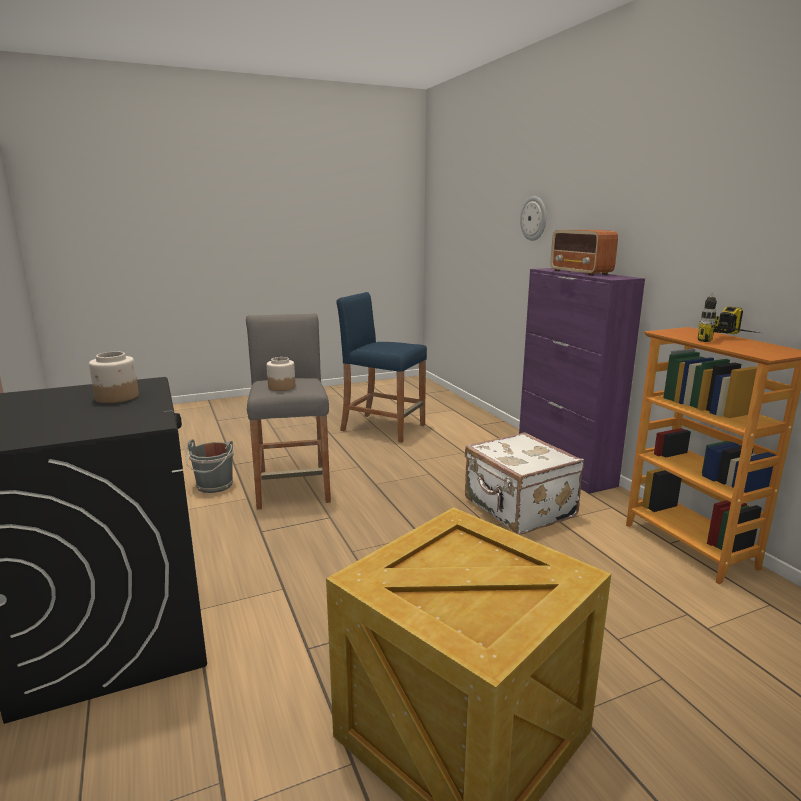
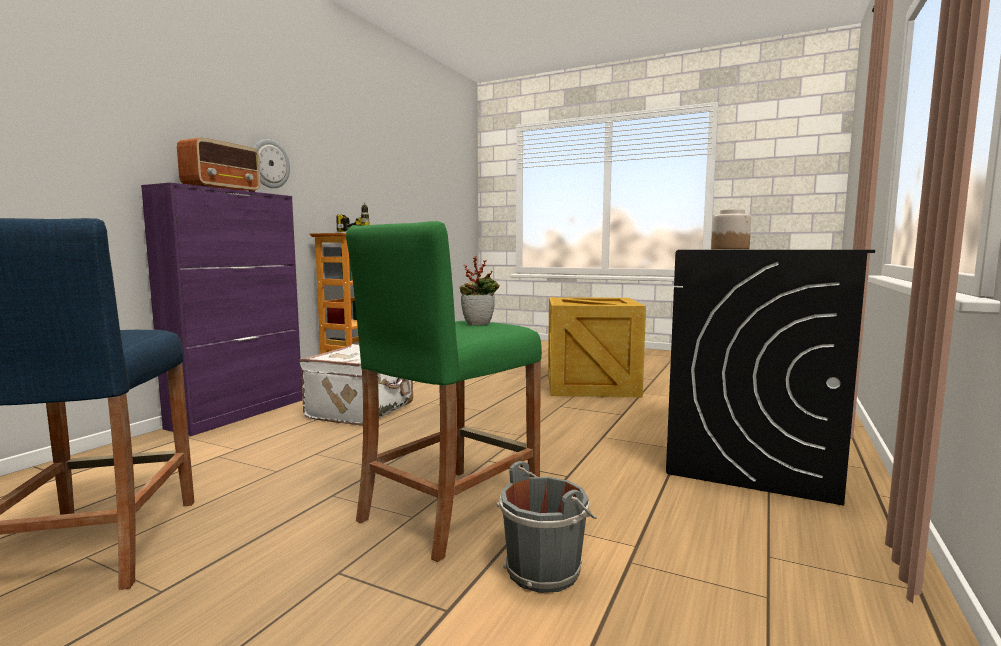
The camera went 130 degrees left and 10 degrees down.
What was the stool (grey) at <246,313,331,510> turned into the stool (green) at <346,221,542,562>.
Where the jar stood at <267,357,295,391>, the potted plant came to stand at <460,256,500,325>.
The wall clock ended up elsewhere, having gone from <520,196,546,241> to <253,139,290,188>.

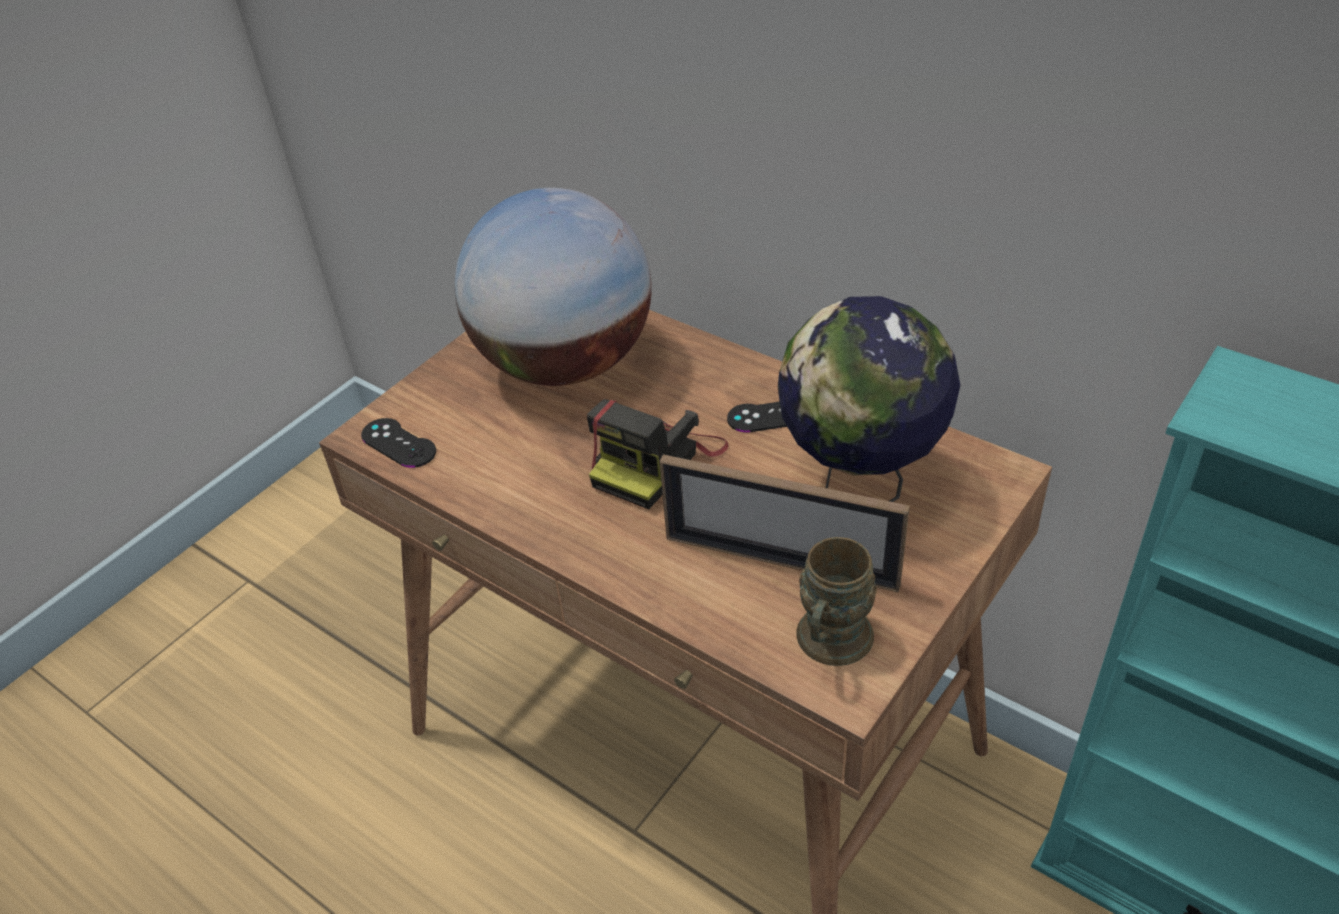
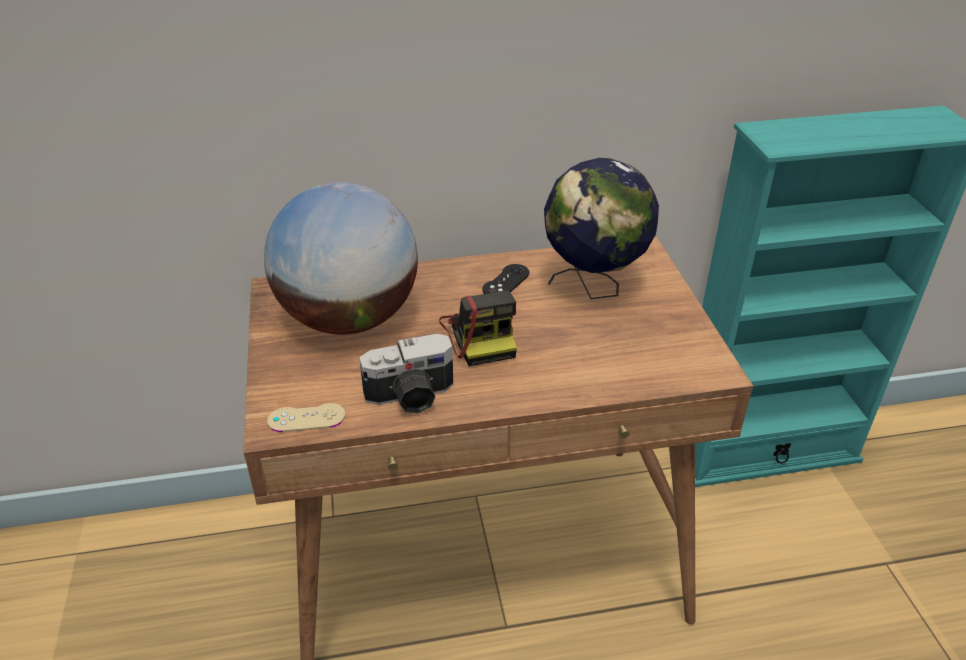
The camera went 50 degrees left and 5 degrees down.
What was the game controller (black) at <361,418,436,468> turned into the game controller (beige) at <267,403,345,432>.
The second view lost the picture frame at <660,454,910,593>.
The second view lost the mug (brown) at <796,537,877,666>.
The second view gained the photo camera at <359,333,453,414>.

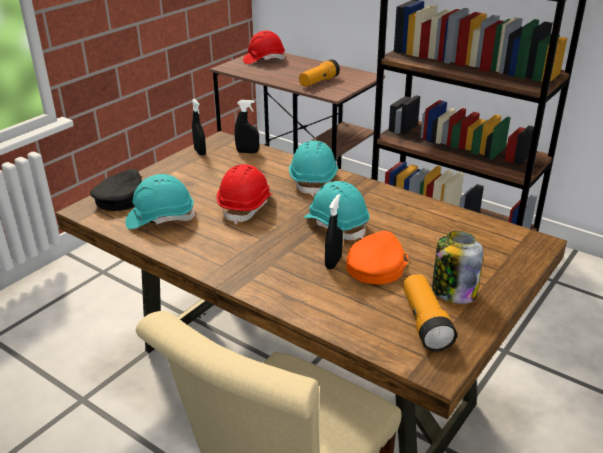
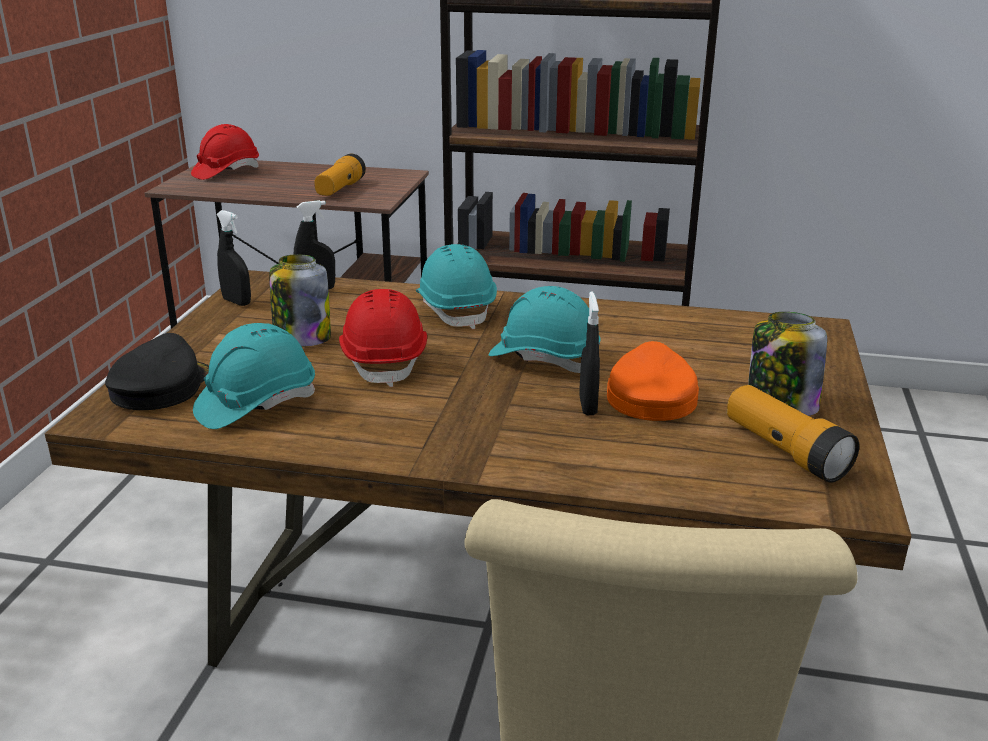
The camera went 25 degrees left and 5 degrees down.
The second view gained the jar at <269,254,331,347>.

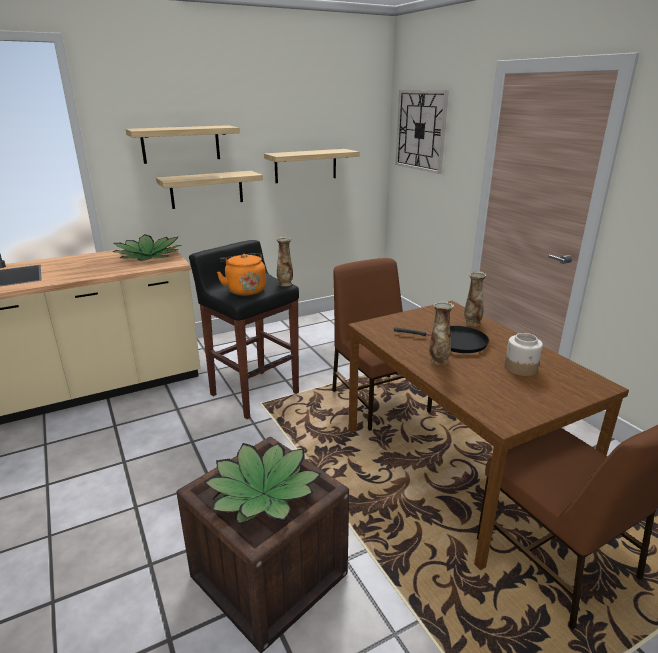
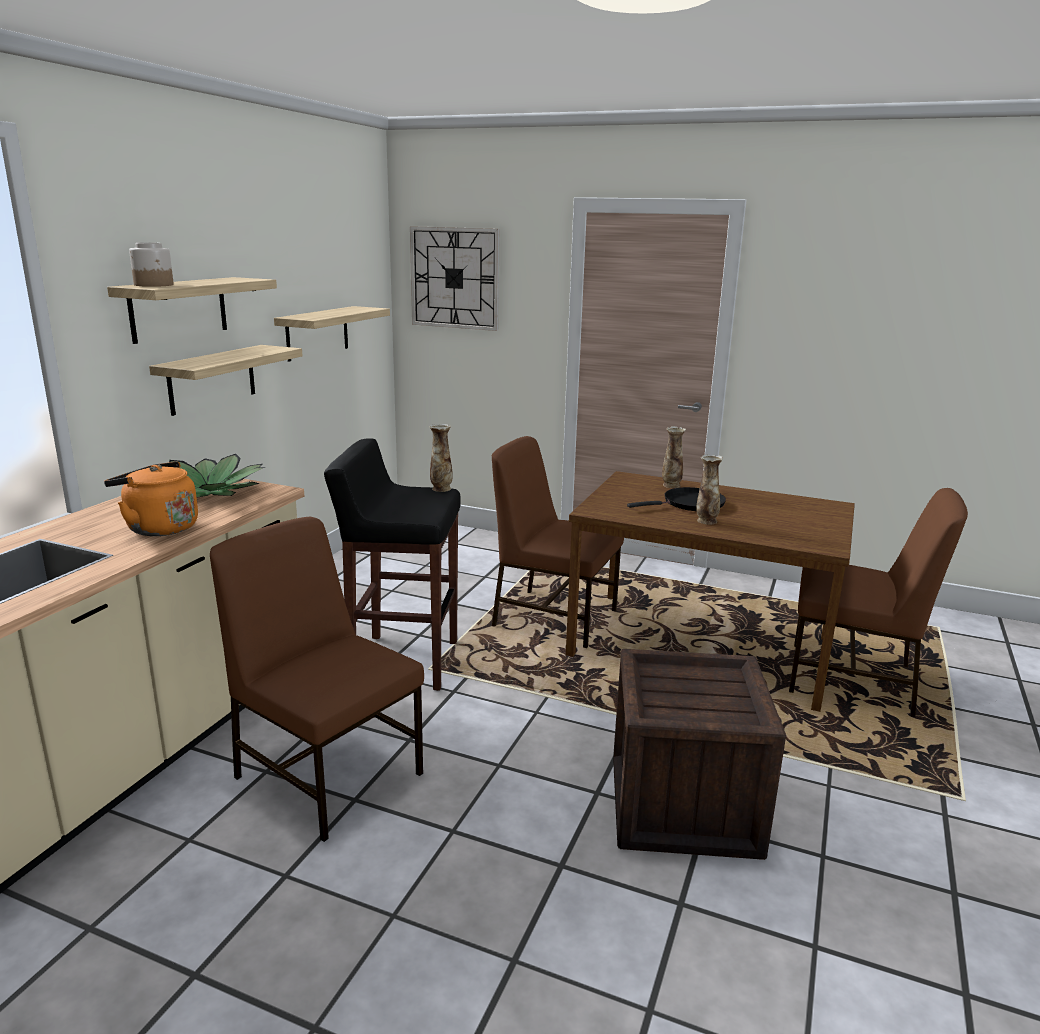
The camera went 40 degrees left and 5 degrees down.
The second view lost the potted plant at <204,442,321,524>.
The kettle (orange) ended up elsewhere, having gone from <217,253,266,296> to <104,462,198,536>.
The jar ended up elsewhere, having gone from <505,333,543,376> to <129,242,174,287>.
The second view gained the chair (brown) at <210,517,424,842>.

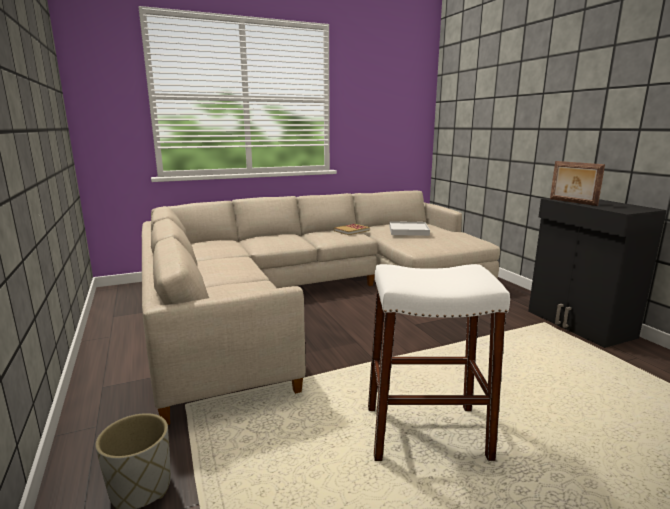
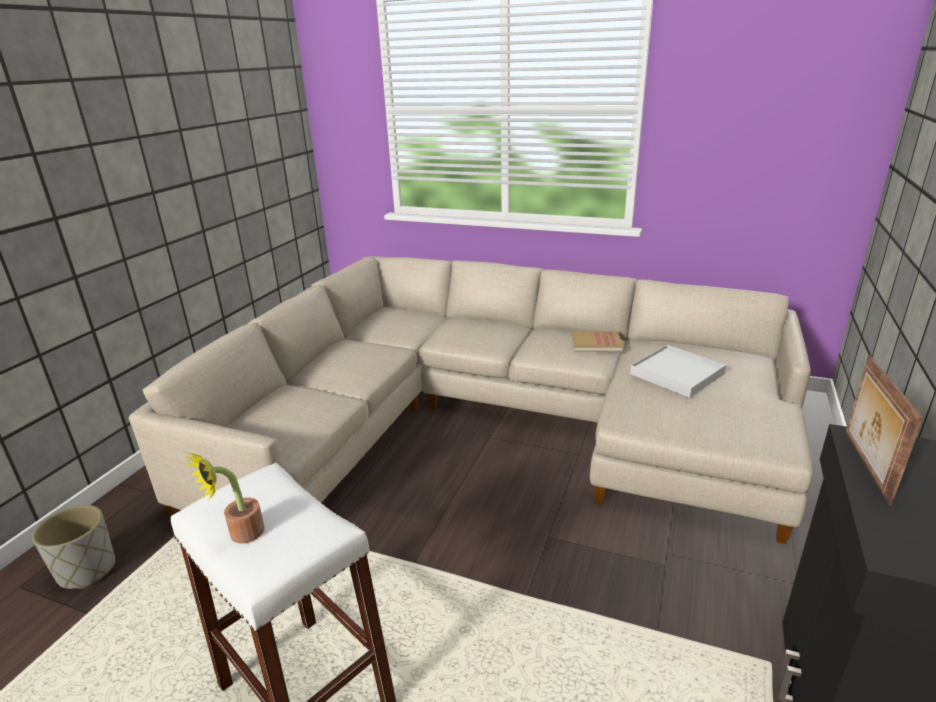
The camera went 45 degrees right and 10 degrees up.
The second view gained the potted plant at <184,452,264,543>.

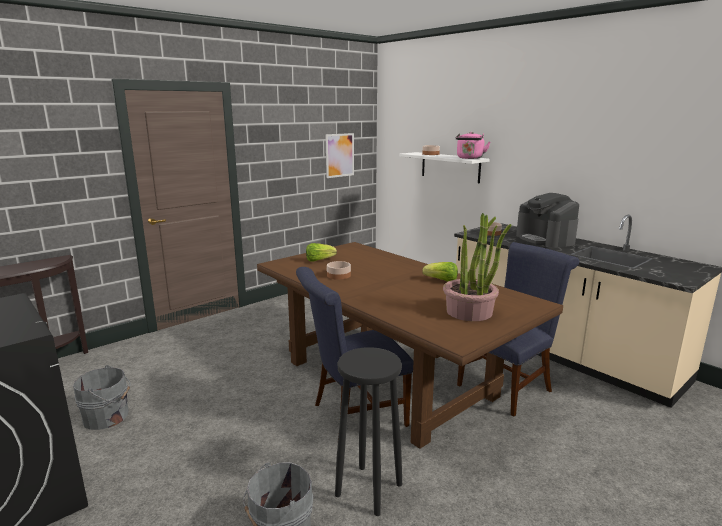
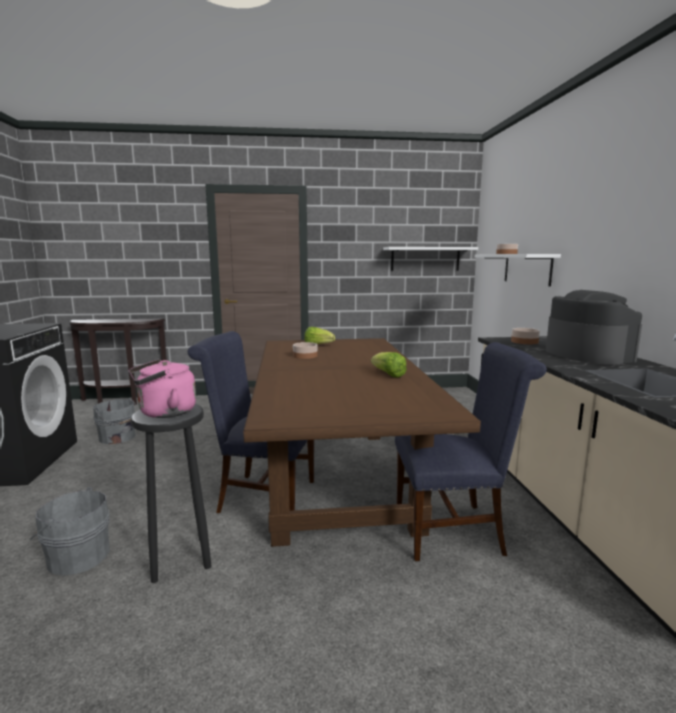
The camera went 35 degrees right and 5 degrees down.
Where the picture hung at <325,133,354,178>, the shelf (white) came to hang at <383,247,478,271>.
The second view lost the potted plant at <443,213,511,321>.
The kettle (pink) ended up elsewhere, having gone from <456,132,490,159> to <129,359,196,418>.
The coffee machine at <516,193,579,248> ended up facing another way, 150 degrees clockwise from before.

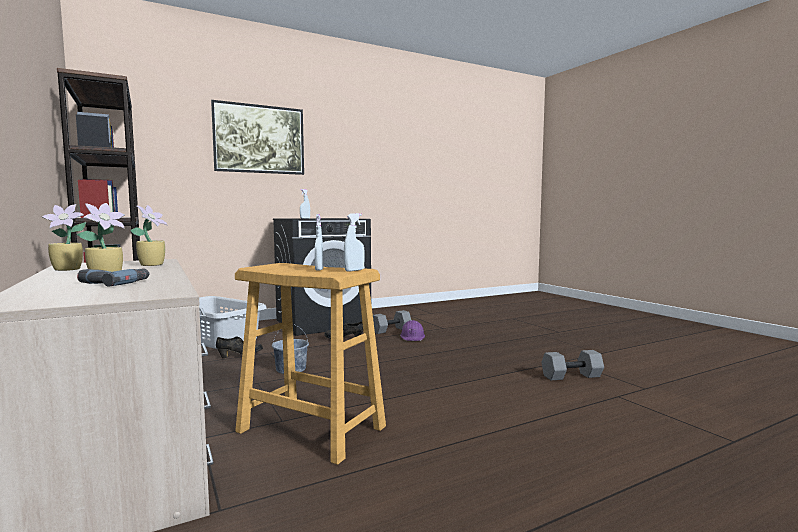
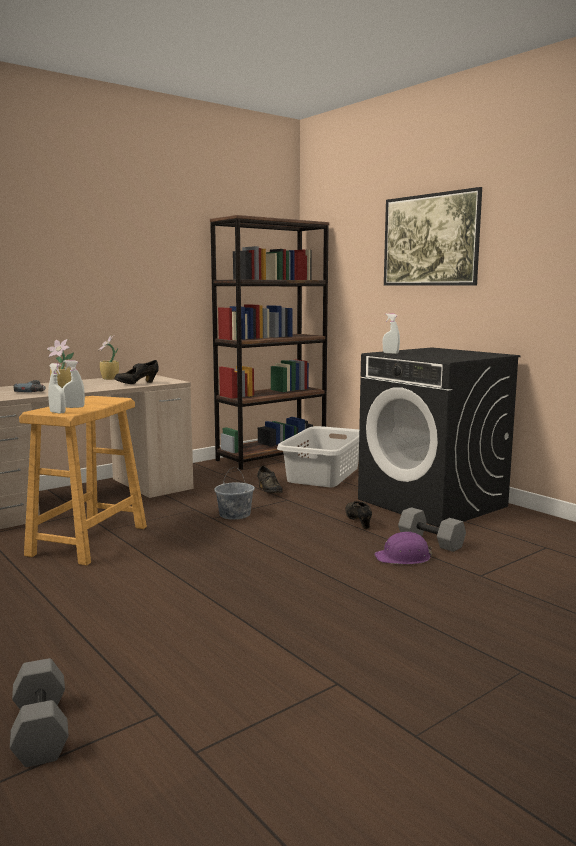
The camera went 80 degrees right and 5 degrees up.
Where the potted plant stood at <130,205,168,266>, the shoe (black) came to stand at <114,360,159,384>.
The dumbbell (grey) ended up elsewhere, having gone from <541,350,604,380> to <10,658,69,767>.

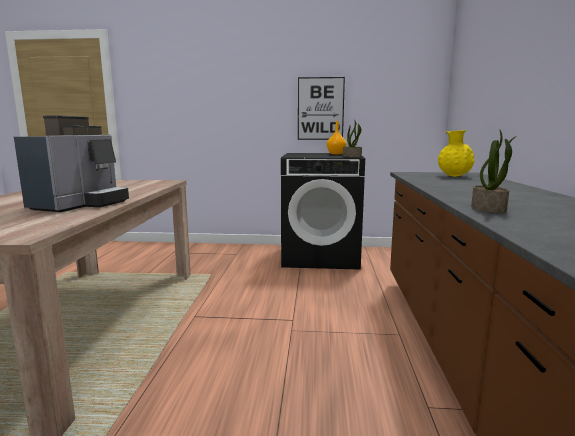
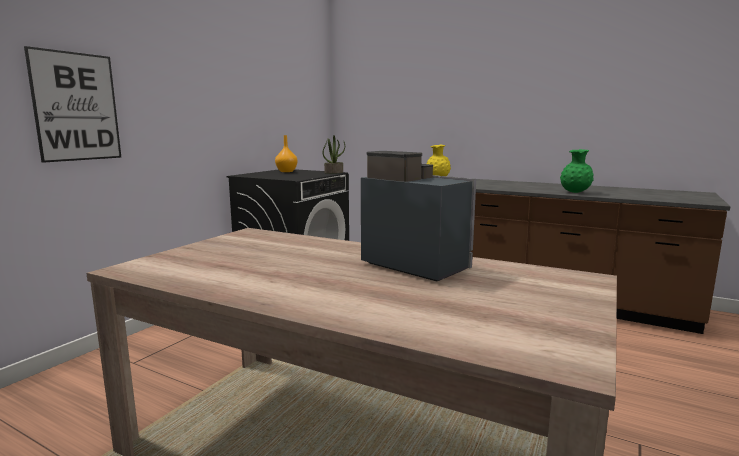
The camera went 65 degrees left and 0 degrees up.
The picture ended up elsewhere, having gone from <298,77,345,140> to <24,46,121,163>.
Where the potted plant stood at <471,130,516,213>, the vase (green) came to stand at <560,149,594,193>.

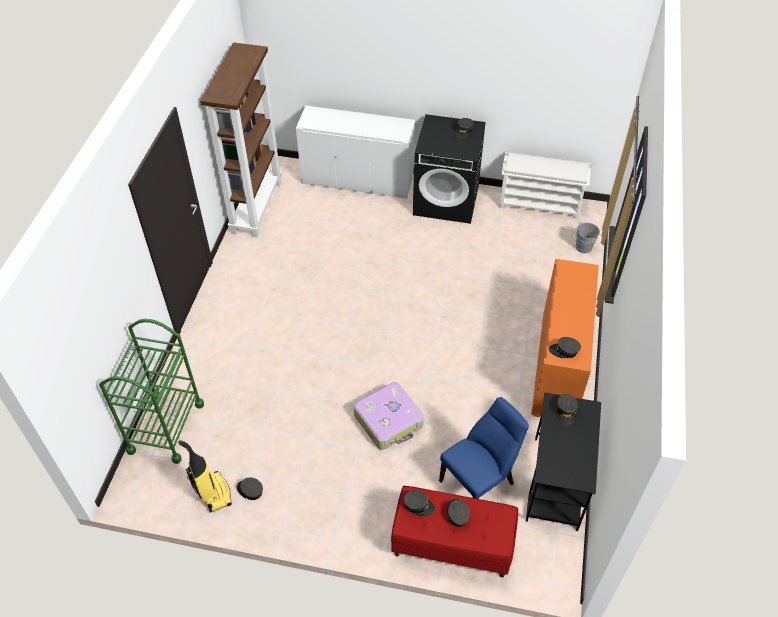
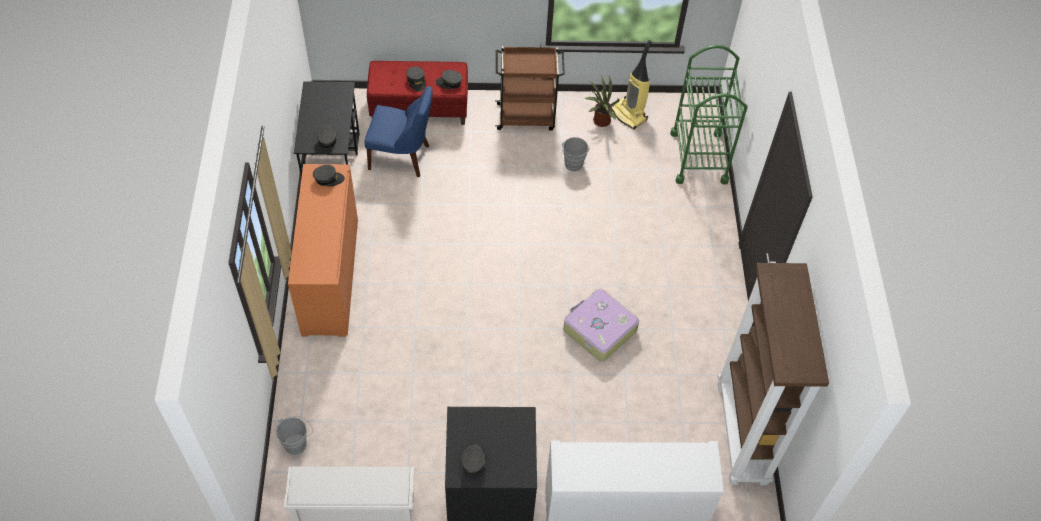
The camera went 165 degrees right and 5 degrees up.
Where the cap (grey) stood at <237,477,263,500>, the potted plant came to stand at <585,75,619,127>.
The suitcase ended up elsewhere, having gone from <354,382,424,450> to <563,289,639,362>.
The chair (blue) at <439,397,529,499> ended up facing another way, 120 degrees counterclockwise from before.
The second view gained the cart (brown) at <495,46,565,131>.
The second view gained the bucket (grey) at <562,137,590,171>.

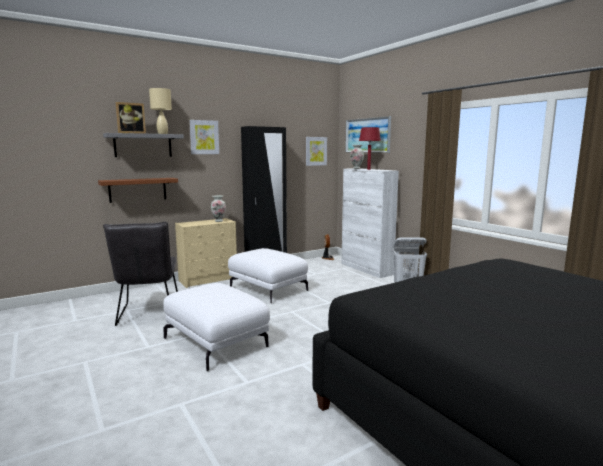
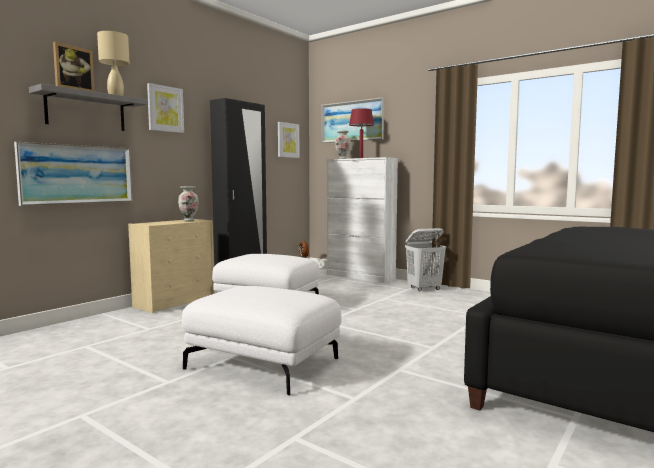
The camera went 20 degrees left and 5 degrees down.
Where the shelf (brown) hung at <98,178,178,203>, the picture came to hang at <14,142,133,206>.
The second view lost the chair (grey) at <103,221,178,326>.

